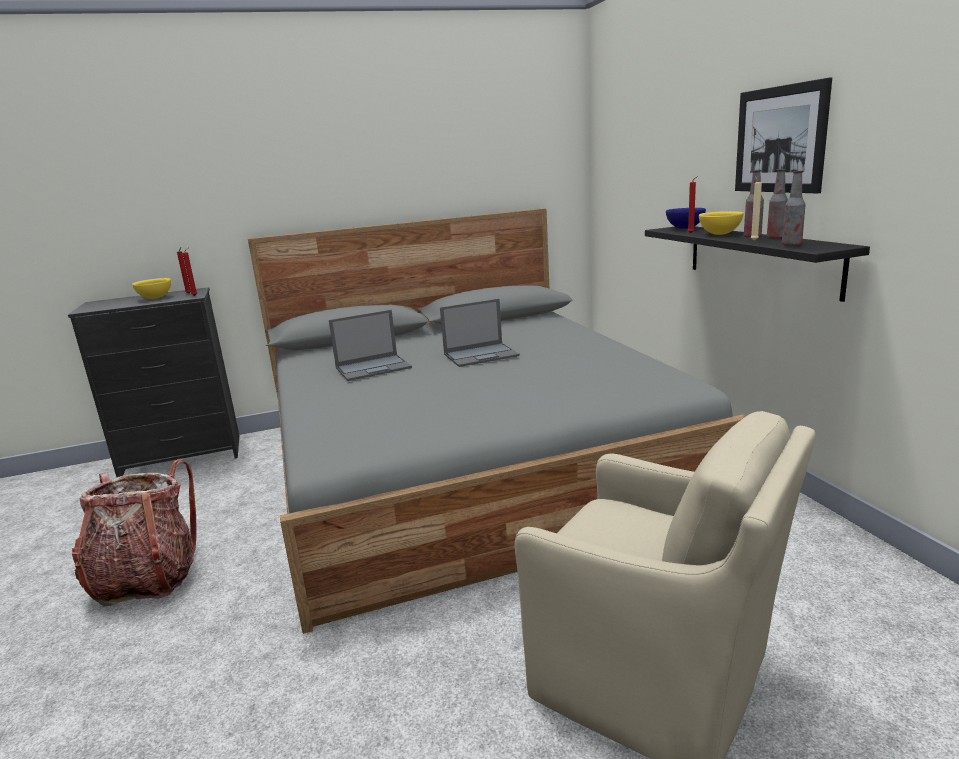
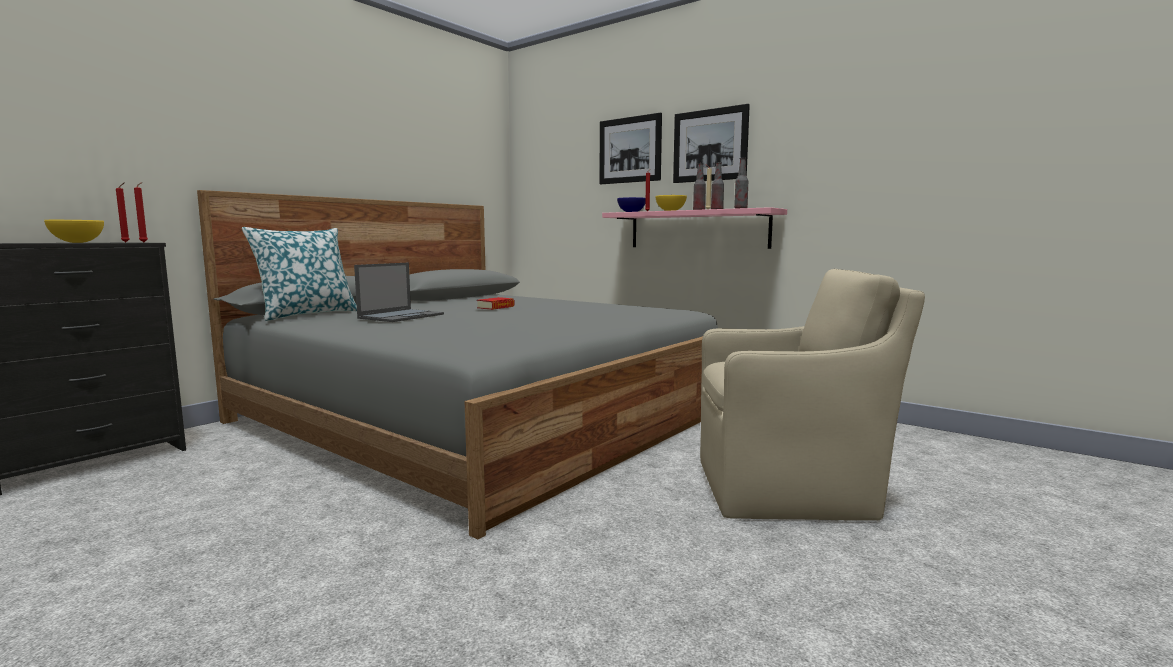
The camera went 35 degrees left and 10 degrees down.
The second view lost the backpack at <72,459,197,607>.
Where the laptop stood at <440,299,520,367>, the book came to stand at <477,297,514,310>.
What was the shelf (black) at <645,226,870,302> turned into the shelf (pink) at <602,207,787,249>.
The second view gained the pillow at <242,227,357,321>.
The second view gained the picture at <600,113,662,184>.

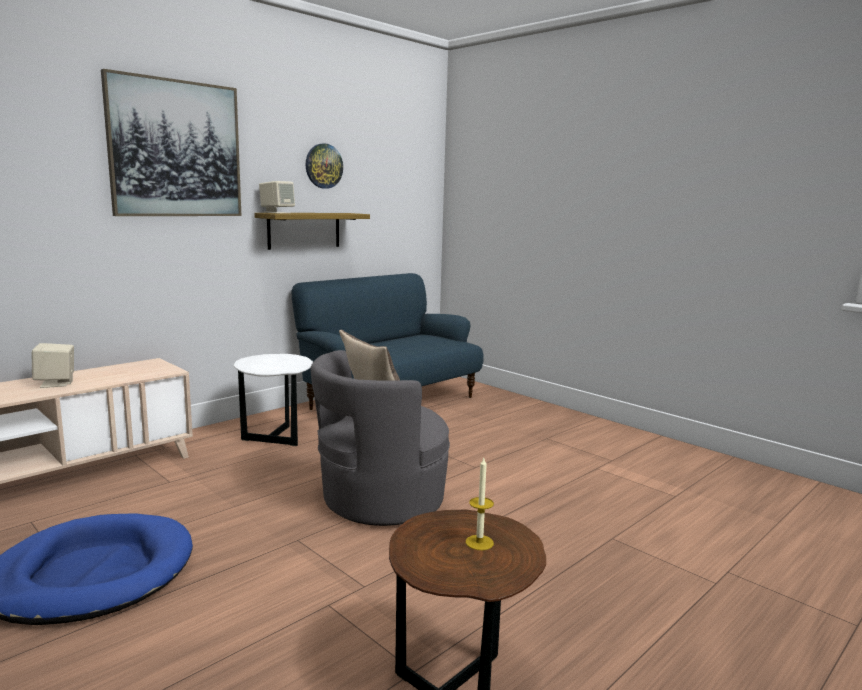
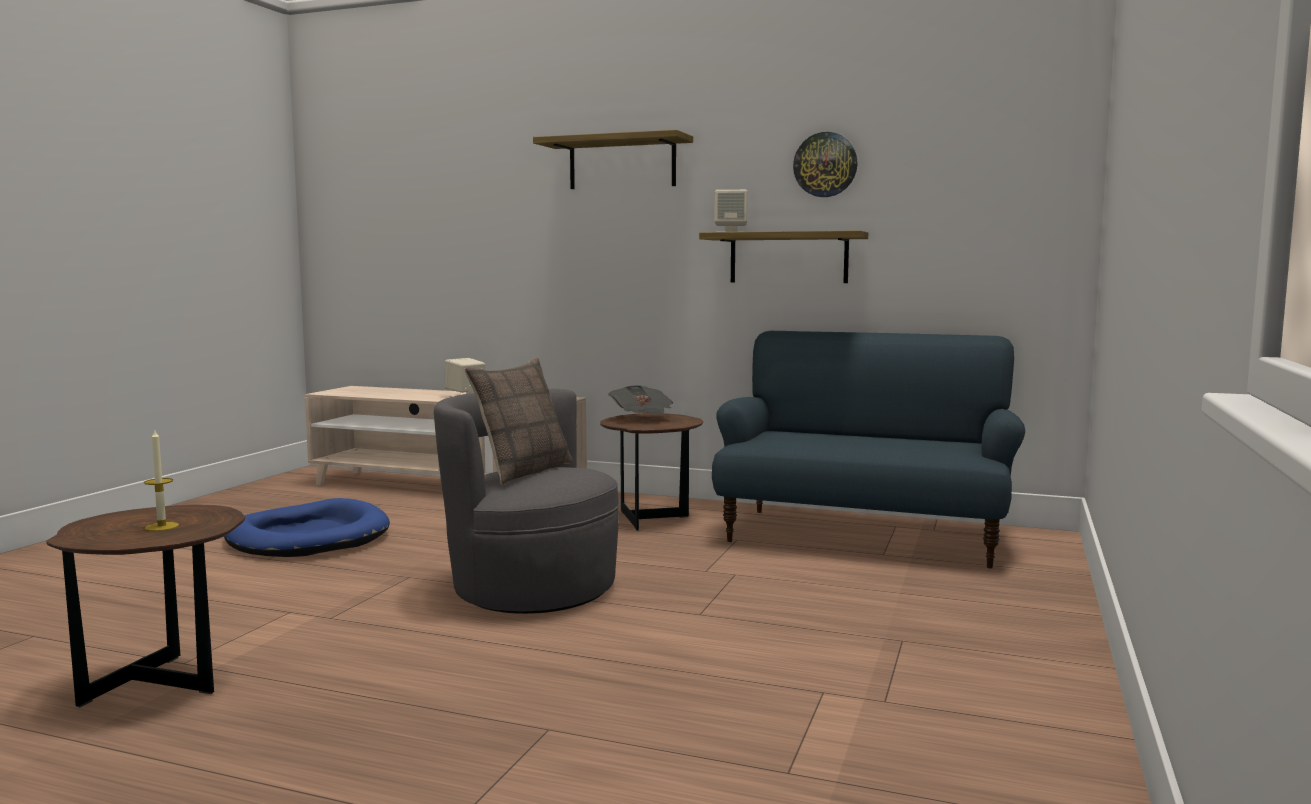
The camera went 65 degrees right and 5 degrees down.
Where the picture hung at <101,69,241,216>, the shelf came to hang at <533,130,693,189>.
What was the side table (white) at <234,354,313,446> turned into the side table (brown) at <600,413,703,531>.
The second view gained the newspaper at <608,385,673,414>.

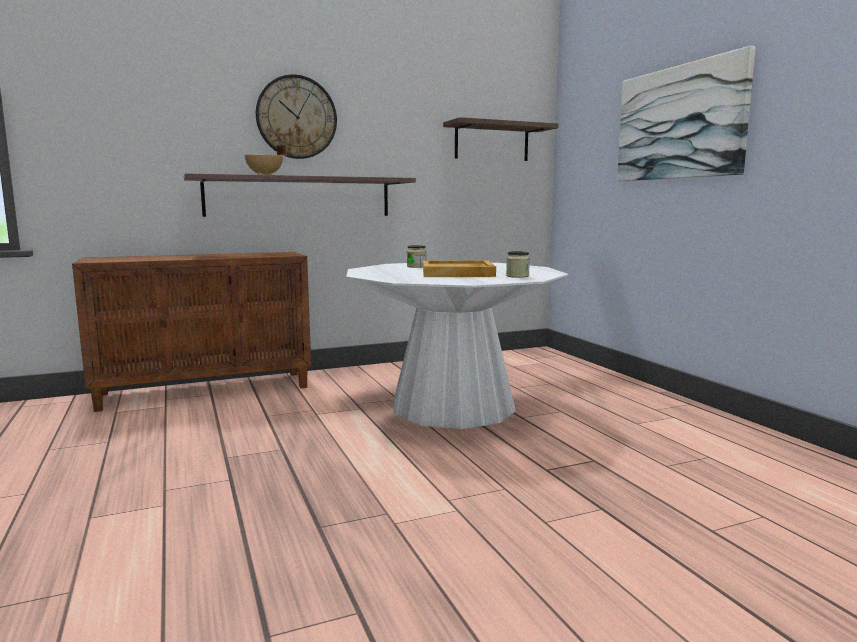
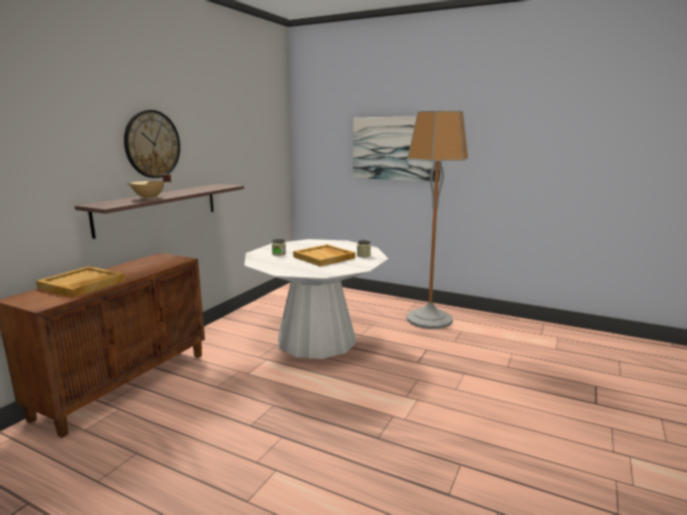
The camera went 40 degrees left and 5 degrees up.
The second view lost the shelf at <443,117,558,161>.
The second view gained the tray (beige) at <36,266,125,298>.
The second view gained the floor lamp at <407,110,468,329>.

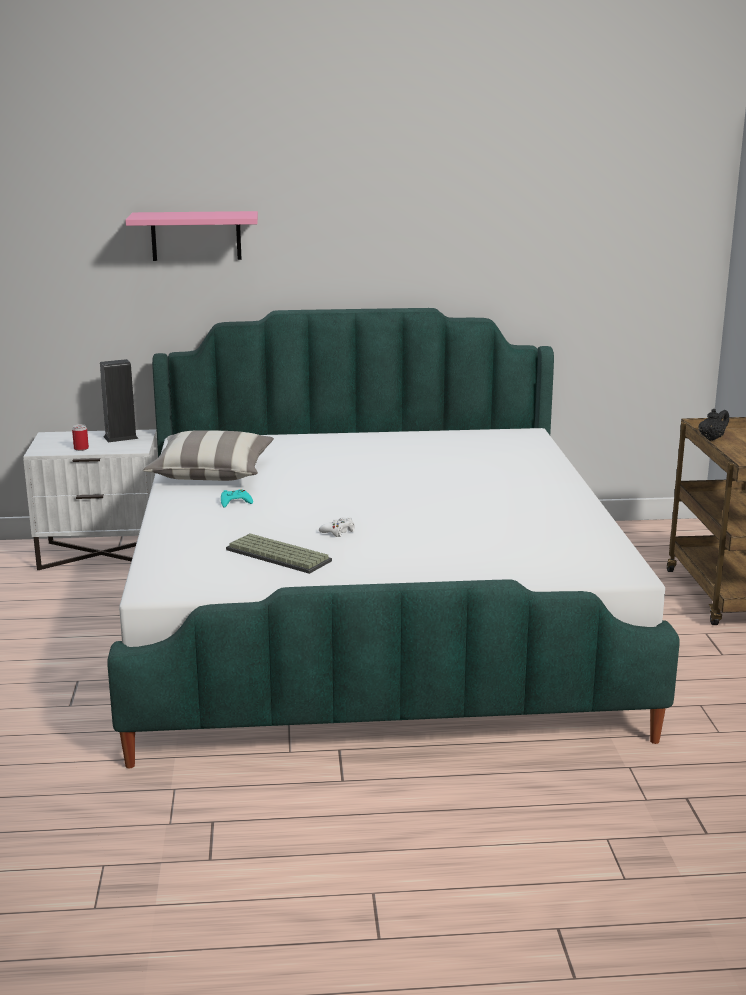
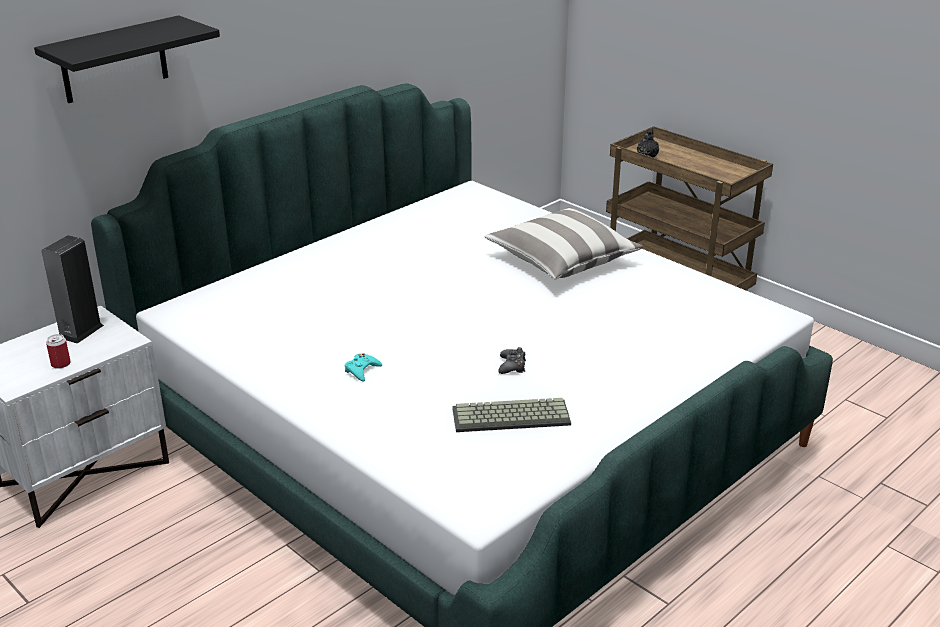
The camera went 40 degrees left and 10 degrees up.
What was the shelf (pink) at <125,211,258,261> turned into the shelf (black) at <34,15,220,103>.
The pillow ended up elsewhere, having gone from <143,430,274,481> to <484,207,644,279>.
What was the game controller (white) at <319,517,355,537> turned into the game controller (black) at <498,347,526,374>.

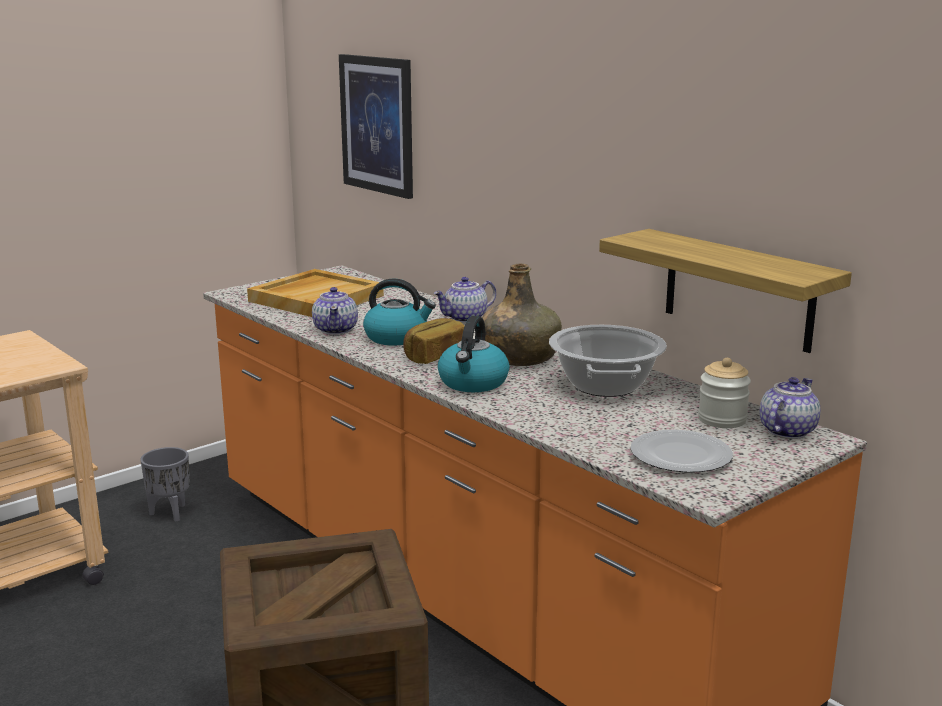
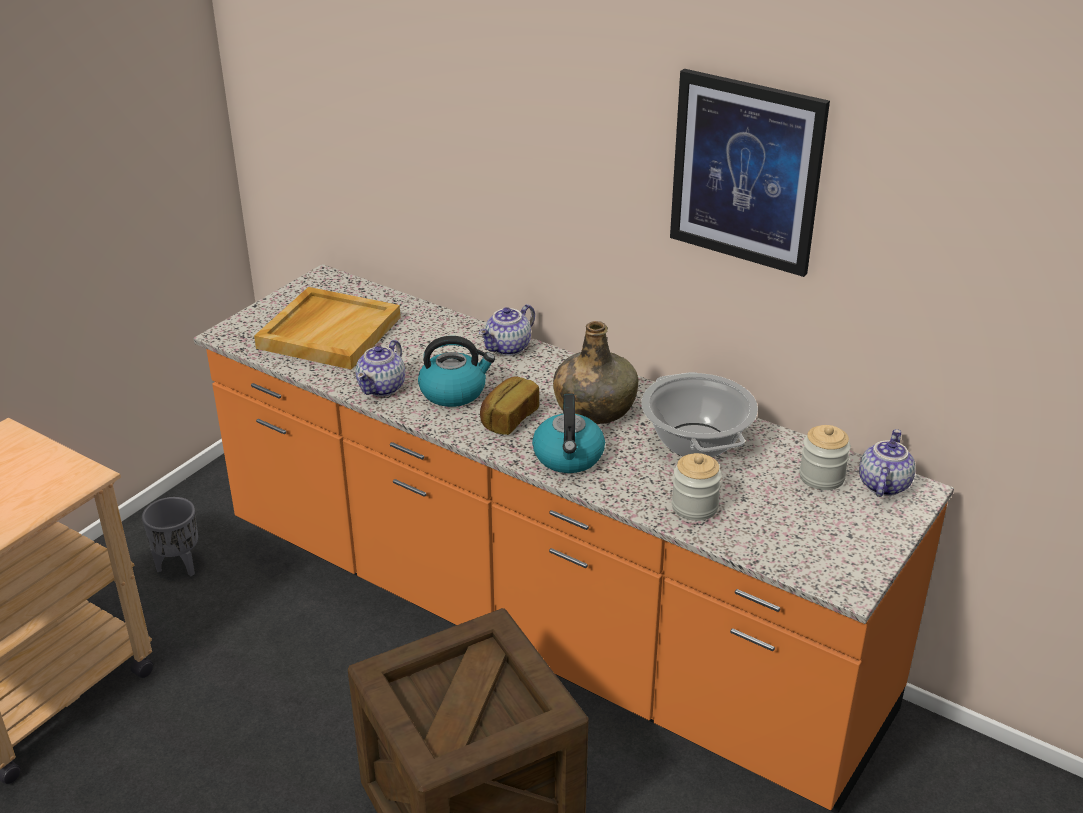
The camera went 15 degrees left and 15 degrees up.
The teapot at <312,287,358,335> ended up facing another way, 45 degrees clockwise from before.
The picture ended up elsewhere, having gone from <339,54,413,199> to <670,69,830,277>.
The second view lost the shelf at <599,229,852,353>.
The second view lost the plate at <630,430,733,473>.
The second view gained the jar at <672,453,722,521>.

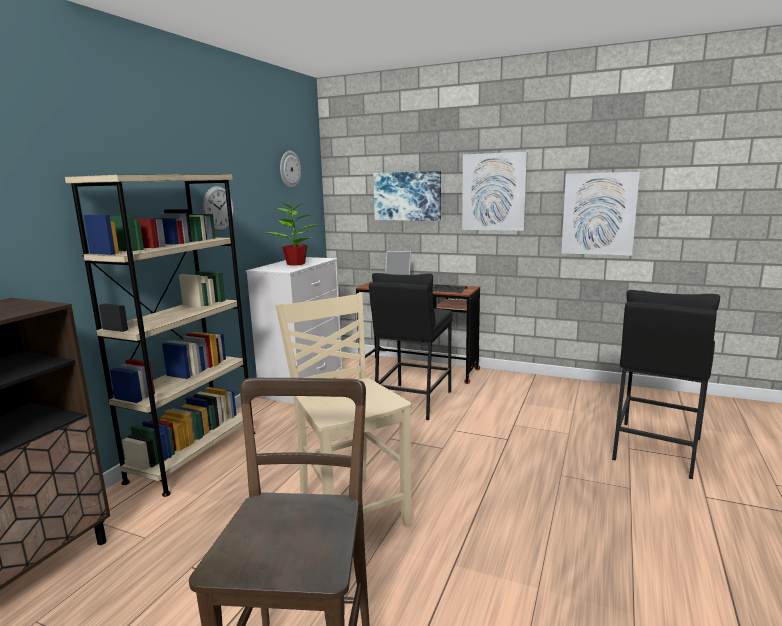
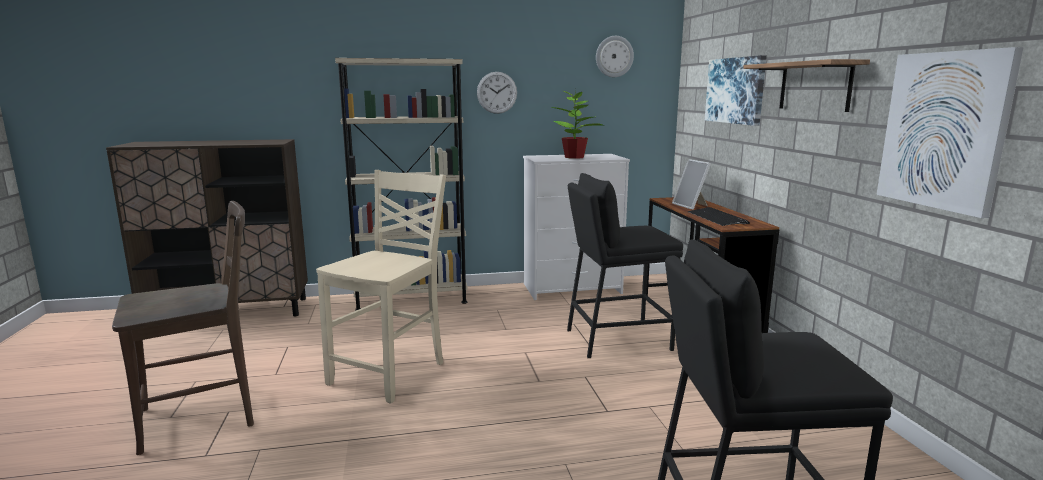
The camera went 55 degrees right and 0 degrees up.
Where the picture hung at <462,152,528,231>, the shelf came to hang at <743,59,870,112>.

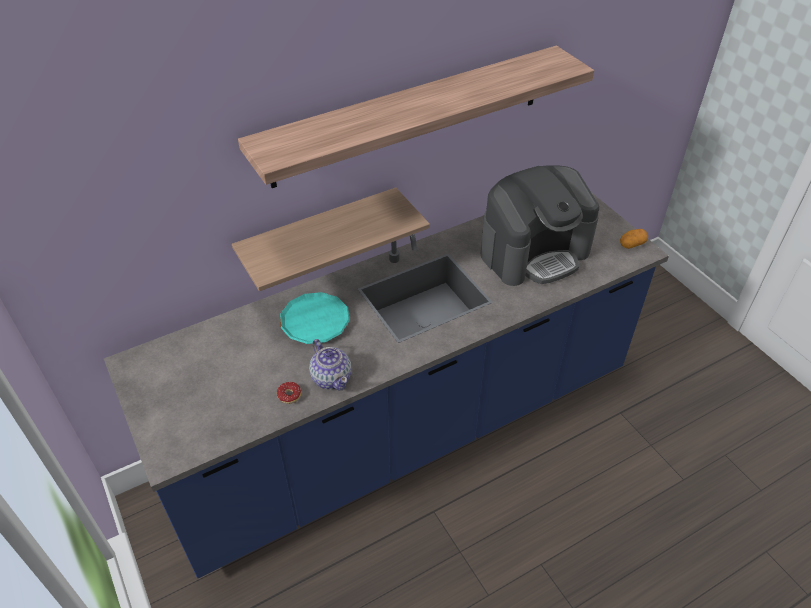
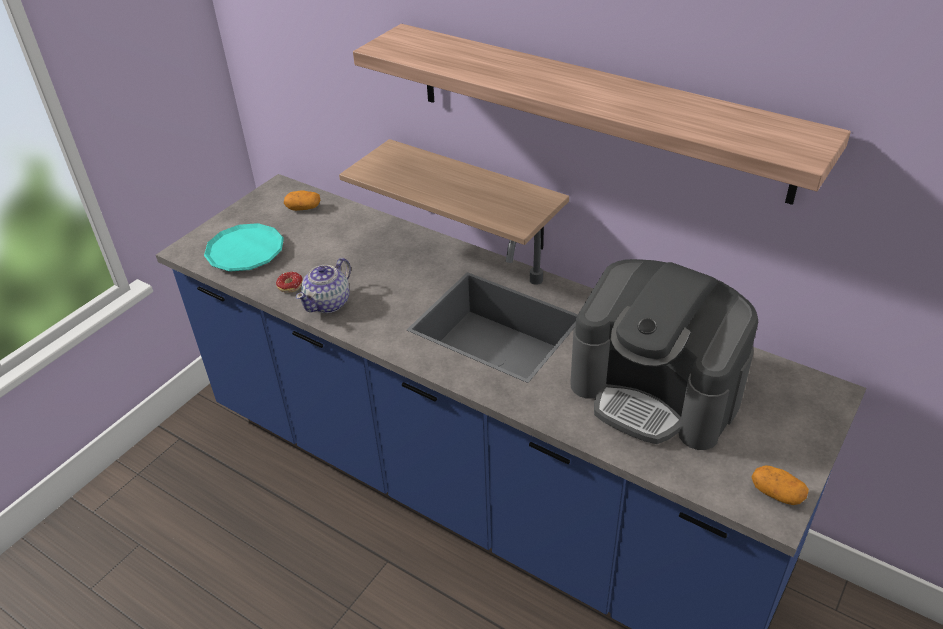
The camera went 65 degrees right and 5 degrees down.
The plate (turquoise) ended up elsewhere, having gone from <280,292,350,344> to <204,223,284,272>.
The second view gained the potato at <284,190,320,211>.

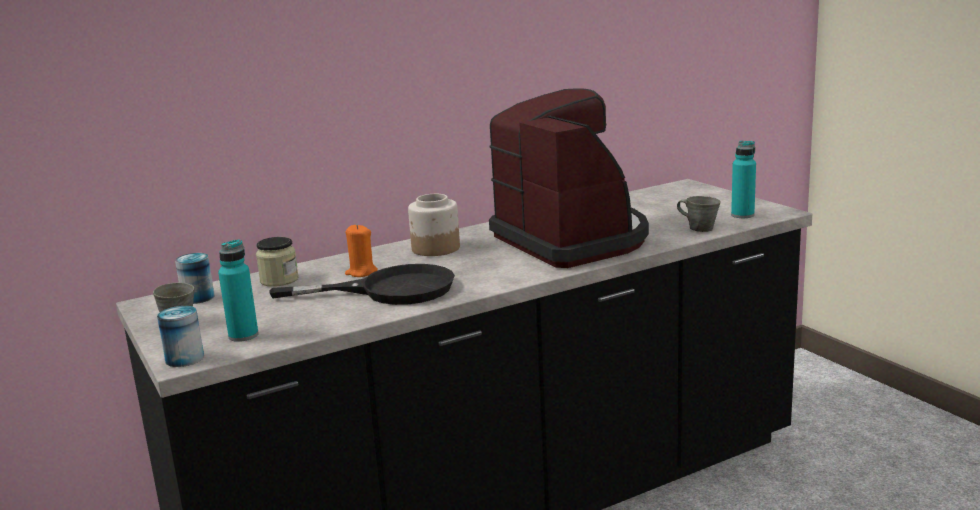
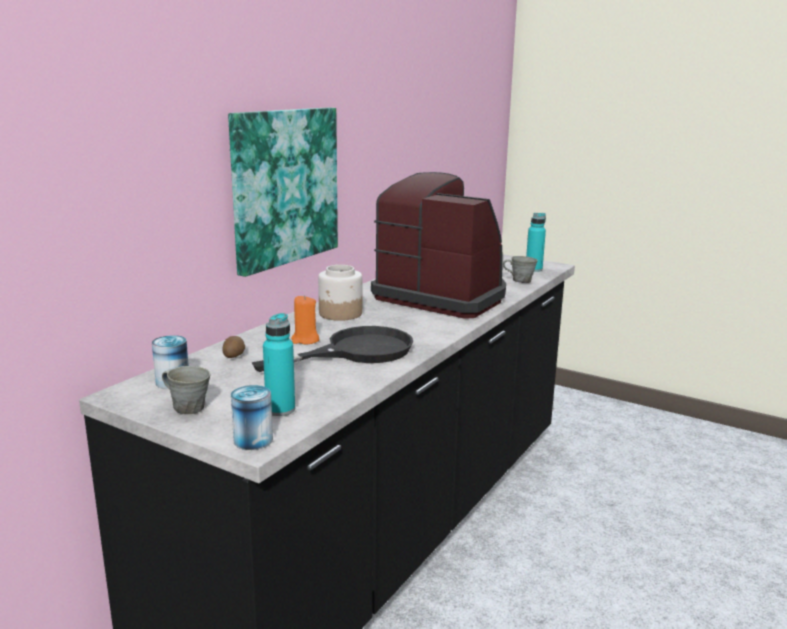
The camera went 30 degrees left and 0 degrees up.
Where the jar stood at <256,237,299,287>, the potato came to stand at <222,336,245,358>.
The second view gained the picture at <228,107,338,277>.

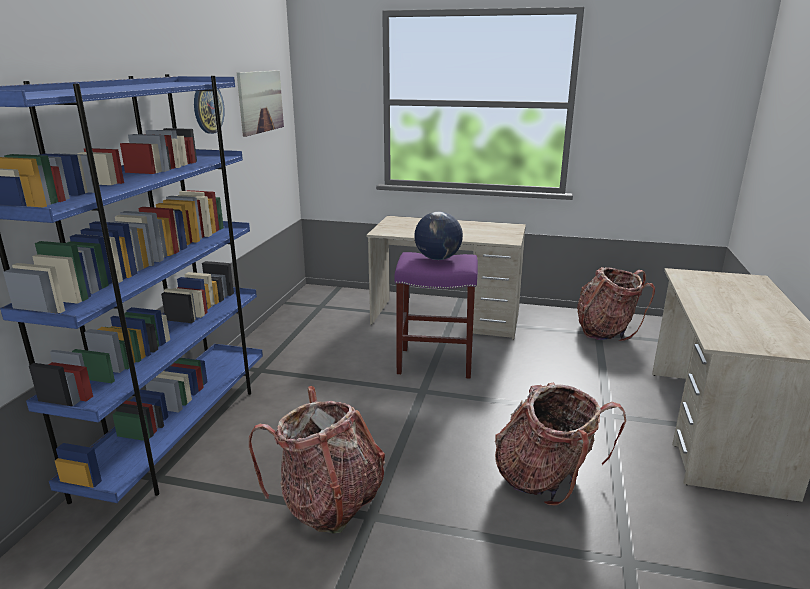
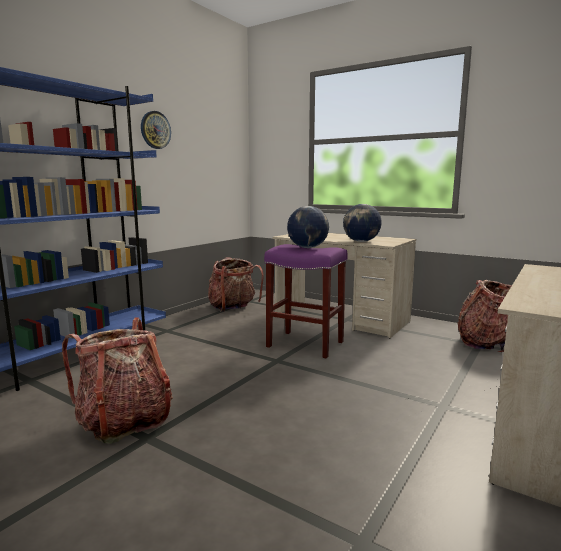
The camera went 20 degrees right and 10 degrees down.
The second view lost the picture at <237,70,284,137>.
The backpack ended up elsewhere, having gone from <495,382,626,506> to <208,258,264,312>.
The second view gained the globe at <343,204,382,242>.

